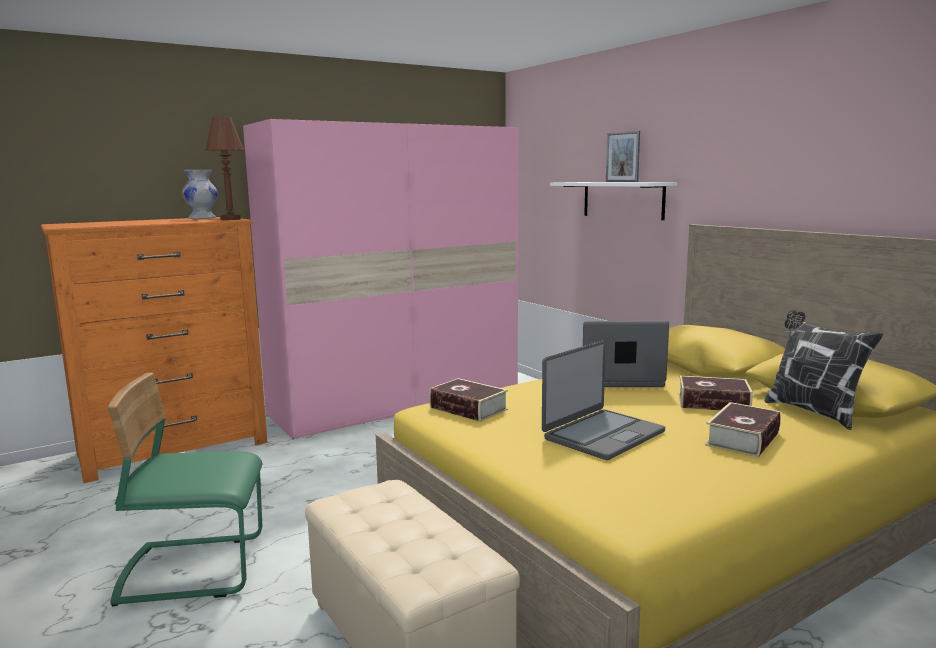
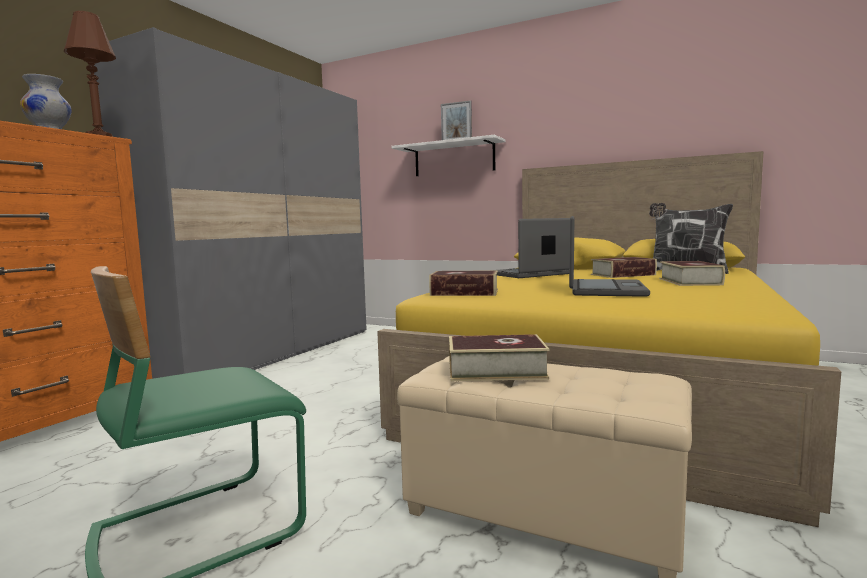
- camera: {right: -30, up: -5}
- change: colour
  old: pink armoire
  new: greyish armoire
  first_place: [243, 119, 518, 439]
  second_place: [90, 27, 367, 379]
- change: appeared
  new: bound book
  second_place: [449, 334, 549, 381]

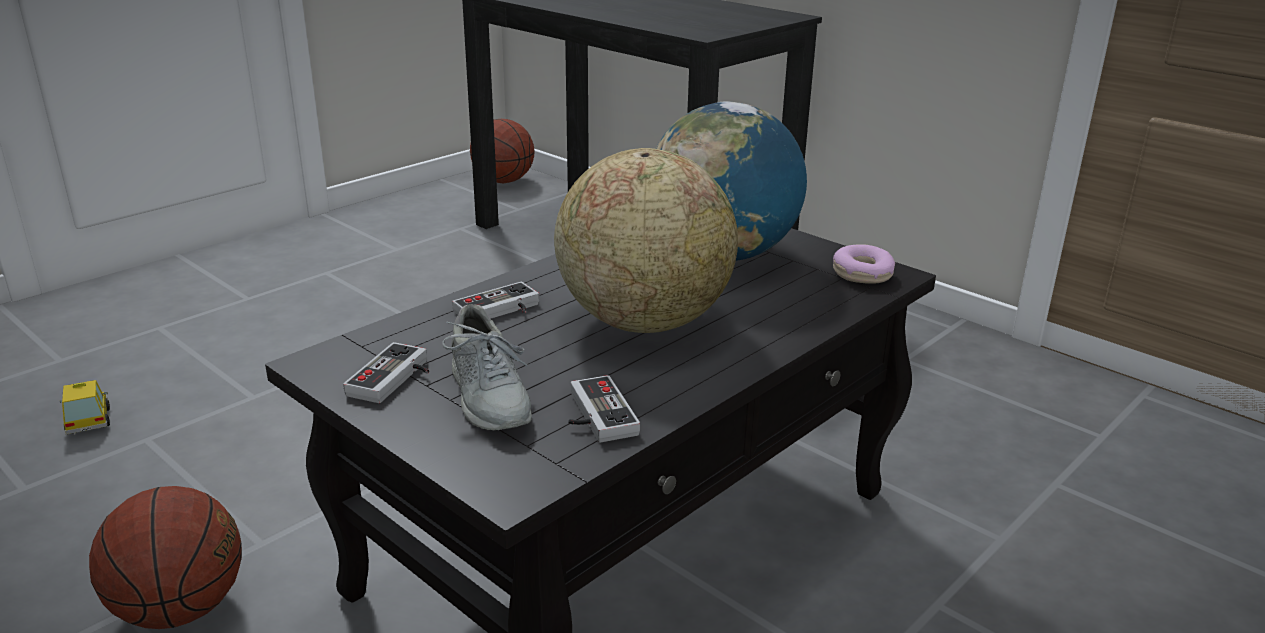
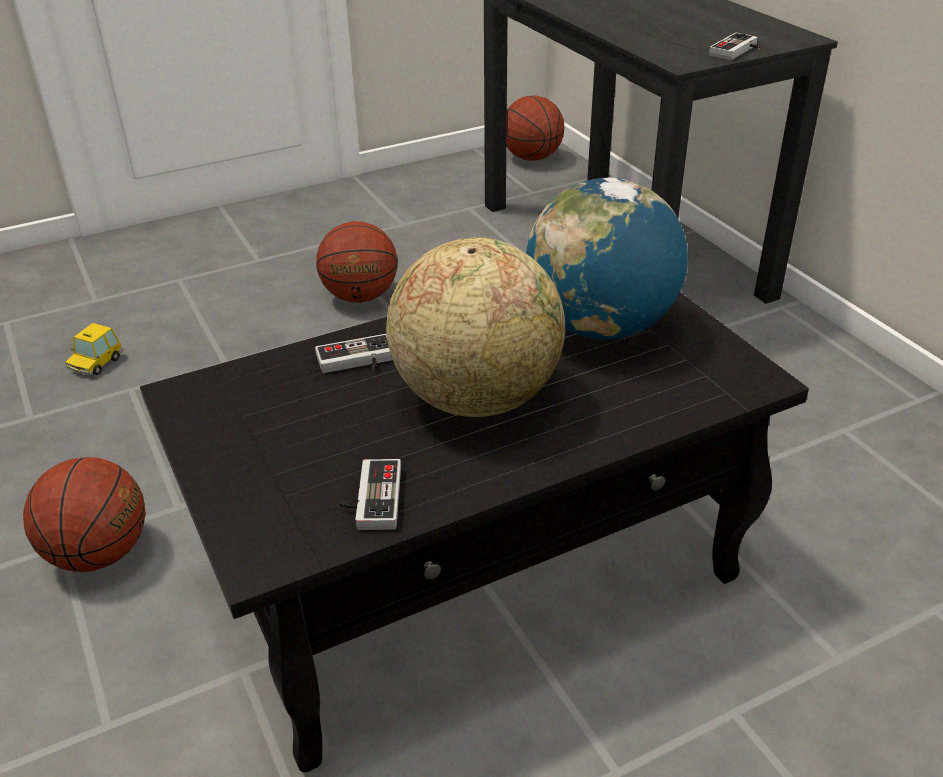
- camera: {right: 20, up: 10}
- change: spun
  old: miniature car
  first_place: [60, 380, 110, 435]
  second_place: [65, 323, 123, 375]
  degrees: -150
- change: appeared
  new: basketball
  second_place: [316, 221, 398, 303]
- change: relocated
  old: joypad
  first_place: [343, 342, 429, 403]
  second_place: [709, 33, 760, 60]
- change: missing
  old: greyish item of footwear
  first_place: [442, 304, 532, 430]
- change: missing
  old: doughnut
  first_place: [833, 245, 895, 284]

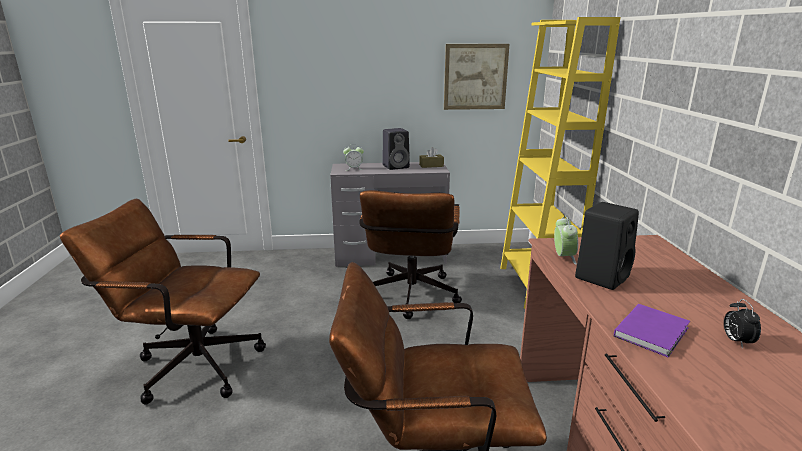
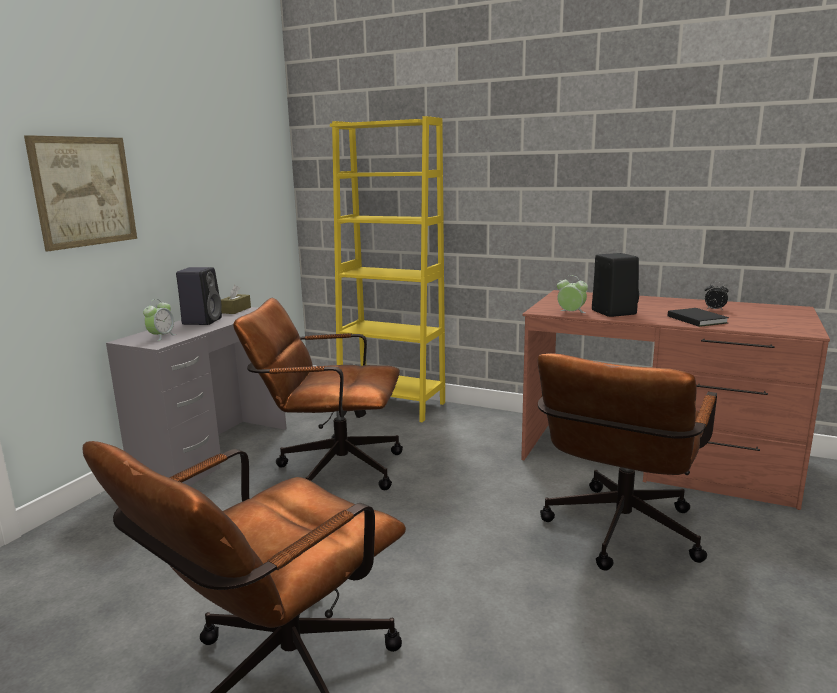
- camera: {right: -60, up: -5}
- change: relocated
  old: picture
  first_place: [444, 44, 509, 110]
  second_place: [24, 135, 137, 251]
- change: spun
  old: brown office chair
  first_place: [359, 190, 462, 319]
  second_place: [233, 298, 403, 490]
  degrees: 150
- change: colour
  old: purple bound book
  new: black-coloured bound book
  first_place: [614, 304, 690, 358]
  second_place: [668, 308, 729, 327]

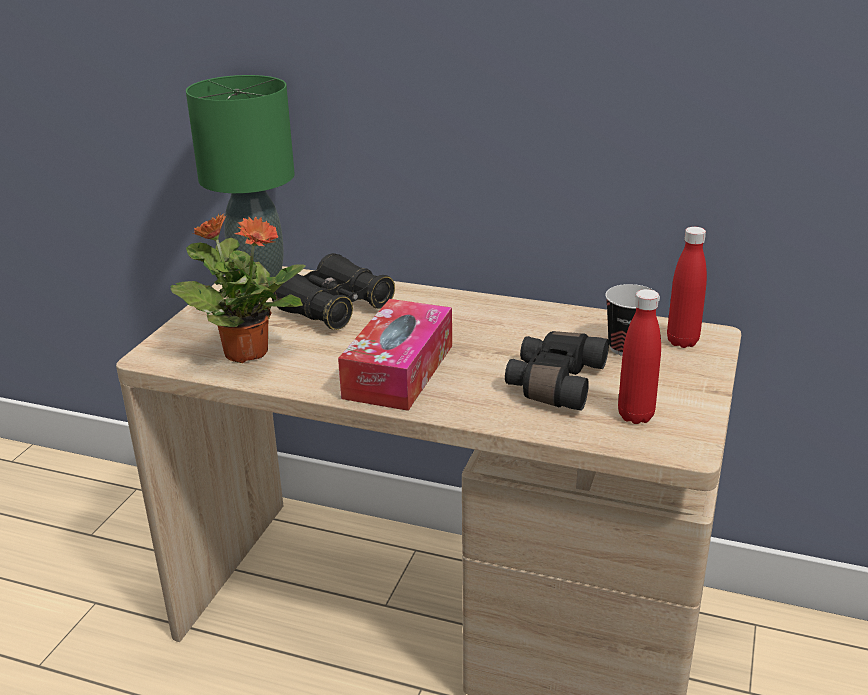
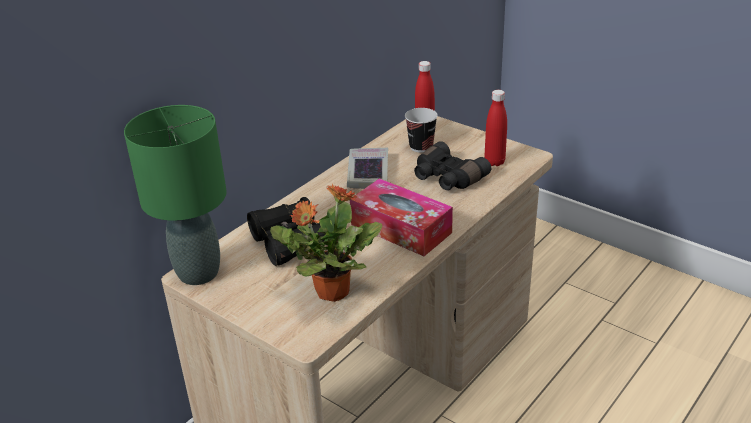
- camera: {right: -70, up: 5}
- change: appeared
  new: bound book
  second_place: [347, 148, 388, 189]

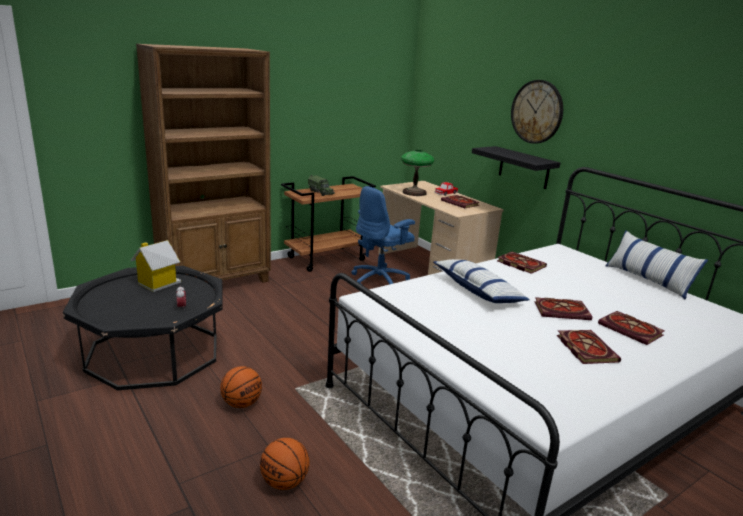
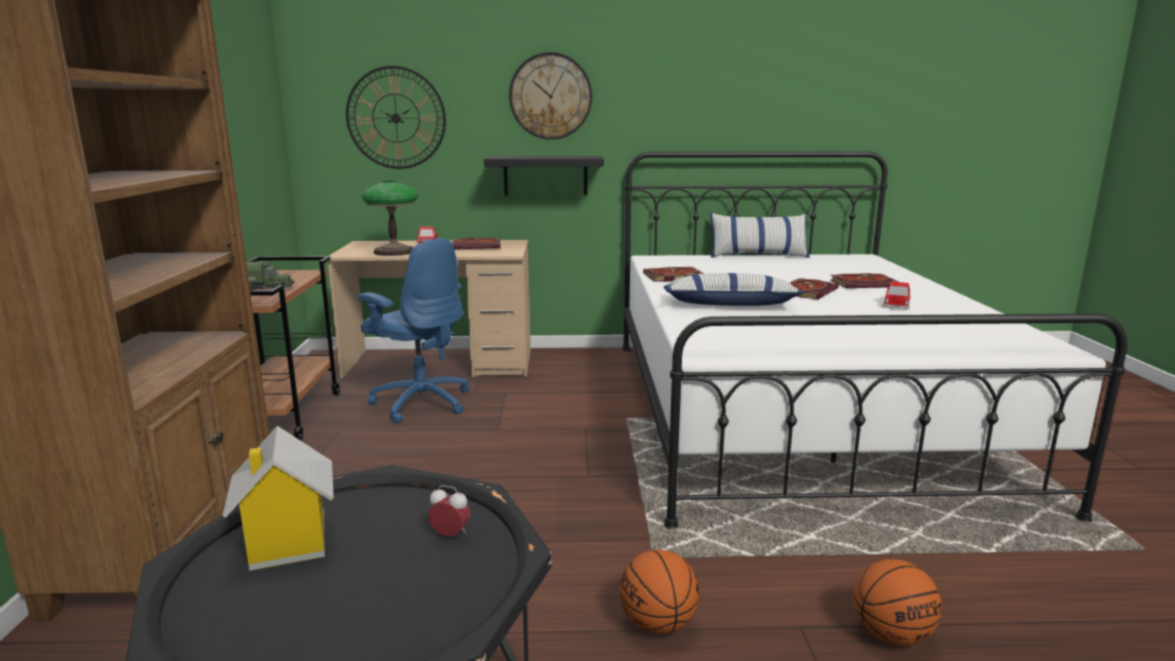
- camera: {right: -55, up: -5}
- change: appeared
  new: clock on the wall
  second_place: [346, 66, 446, 169]
- change: spun
  old: blue-coloured office chair
  first_place: [351, 186, 415, 285]
  second_place: [358, 238, 469, 424]
  degrees: -45
- change: exchanged
  old: bound book
  new: miniature car
  first_place: [557, 330, 621, 364]
  second_place: [883, 282, 911, 309]

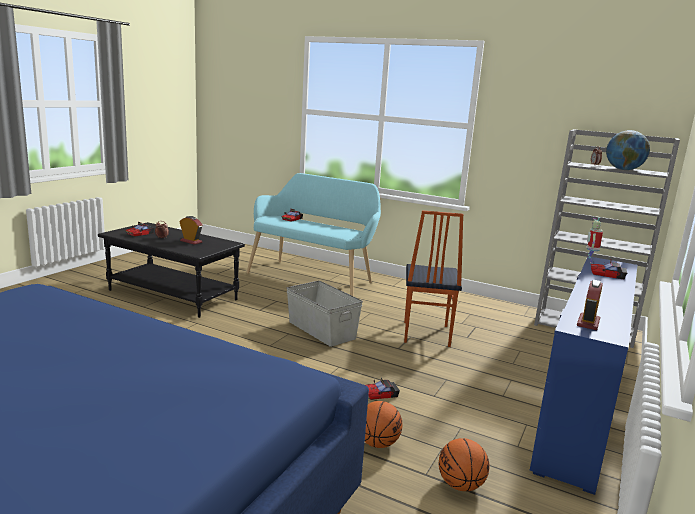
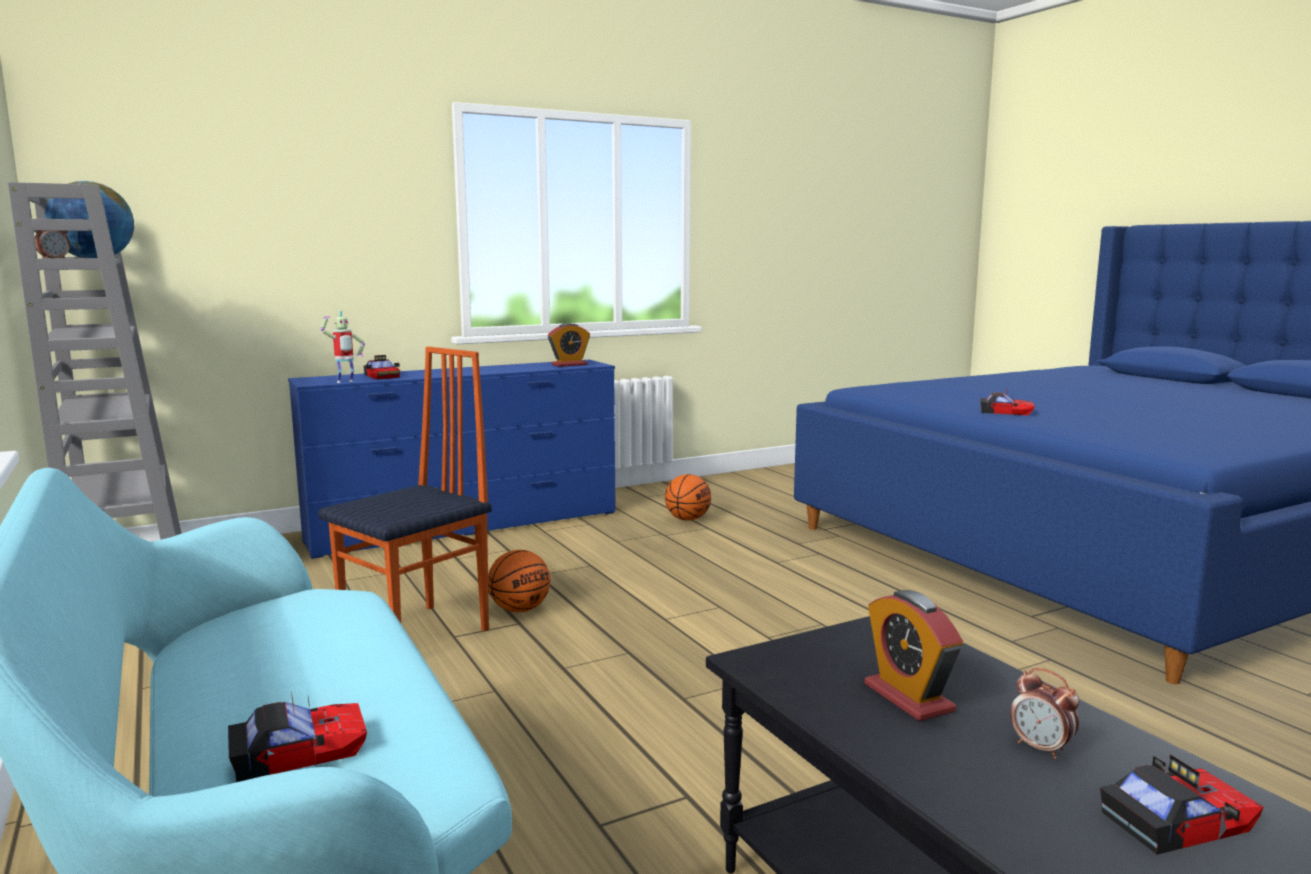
- camera: {right: -145, up: -5}
- change: relocated
  old: basketball
  first_place: [365, 401, 403, 448]
  second_place: [488, 550, 550, 613]
- change: relocated
  old: miniature car
  first_place: [366, 378, 400, 400]
  second_place: [980, 390, 1035, 415]
- change: missing
  old: greyish storage container
  first_place: [287, 281, 363, 347]

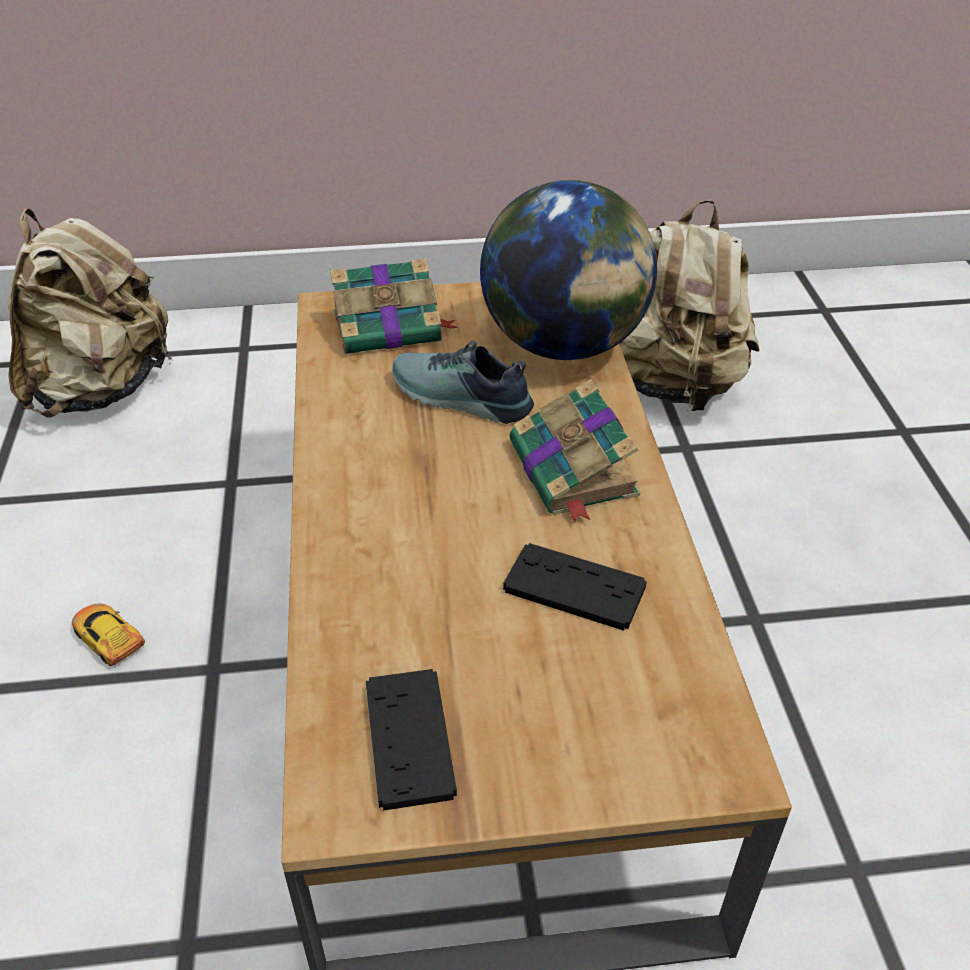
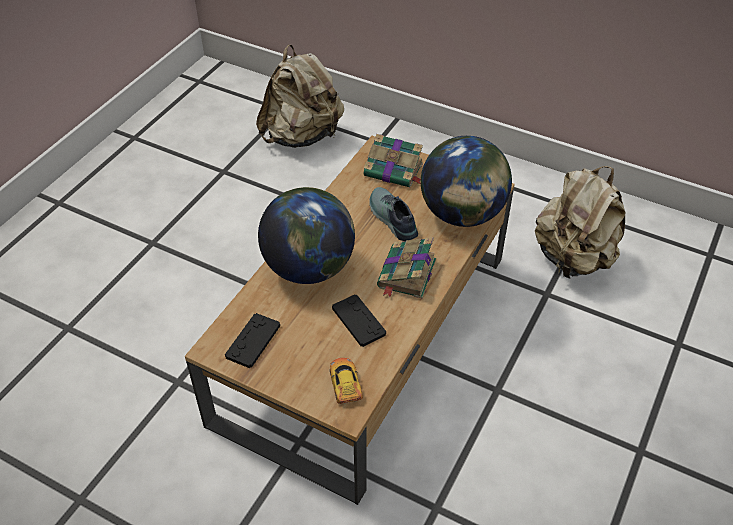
- camera: {right: 35, up: 5}
- change: appeared
  new: world globe
  second_place: [258, 187, 355, 284]
- change: relocated
  old: miniature car
  first_place: [72, 604, 145, 666]
  second_place: [330, 358, 363, 404]

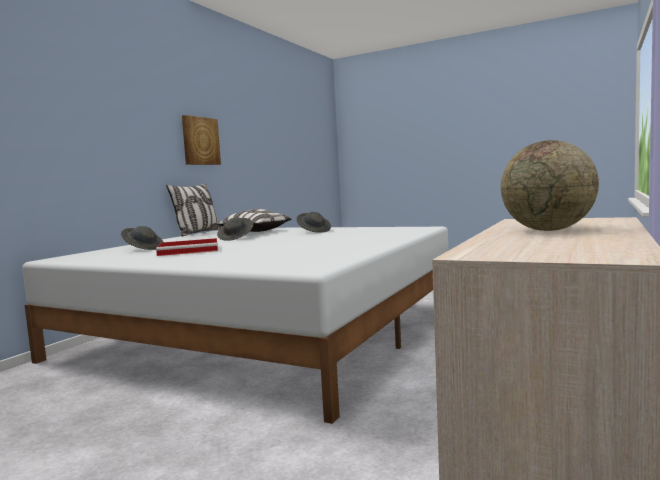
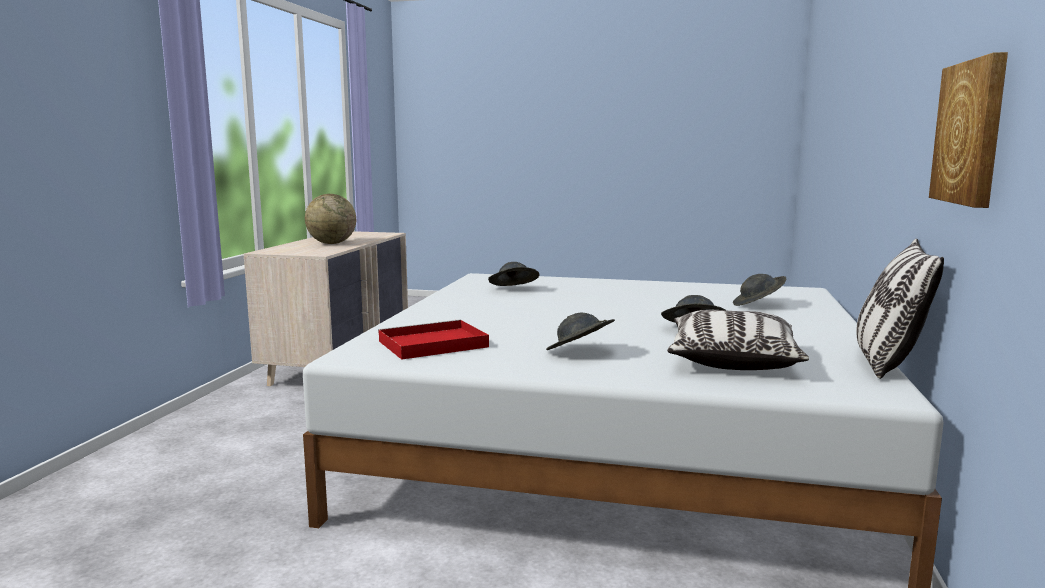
- camera: {right: 165, up: 5}
- change: relocated
  old: reddish carrying tray
  first_place: [156, 238, 218, 256]
  second_place: [378, 319, 489, 360]
- change: appeared
  new: greyish clothing hat
  second_place: [488, 262, 539, 286]

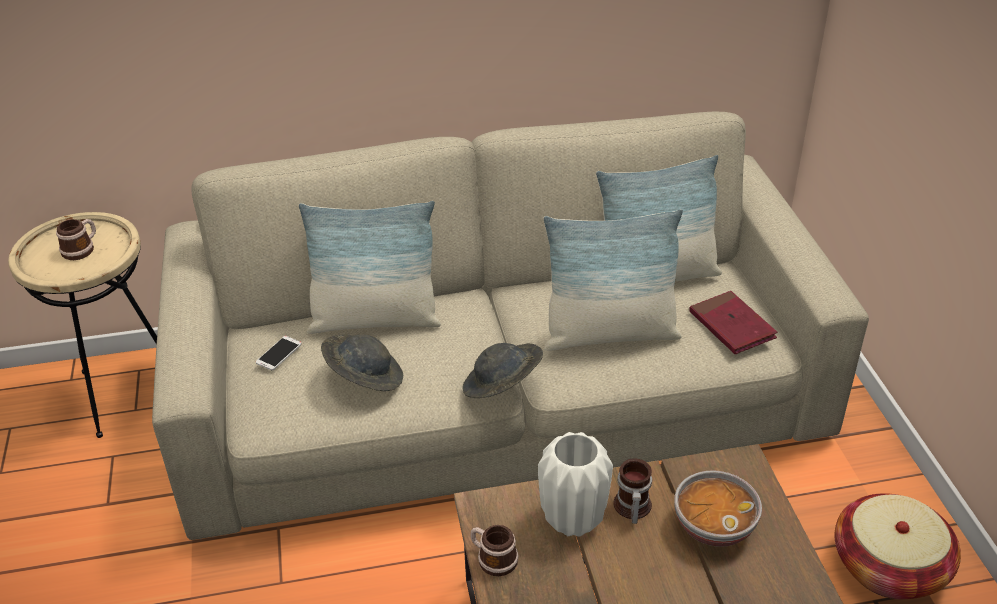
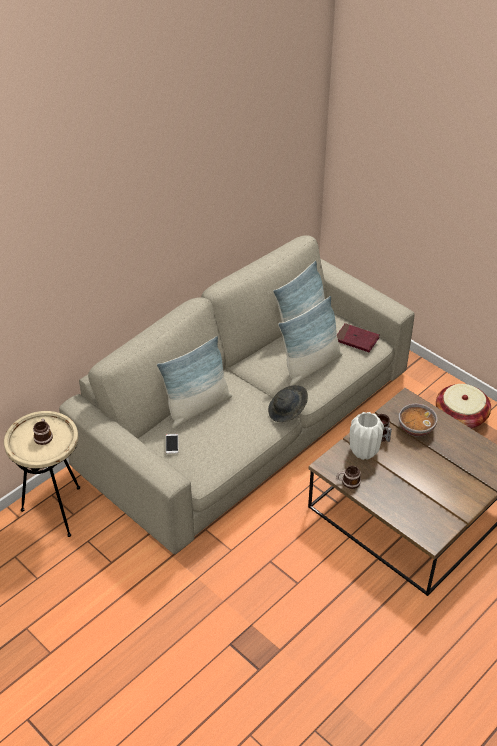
- camera: {right: -35, up: 5}
- change: missing
  old: greyish clothing hat
  first_place: [321, 334, 403, 391]

